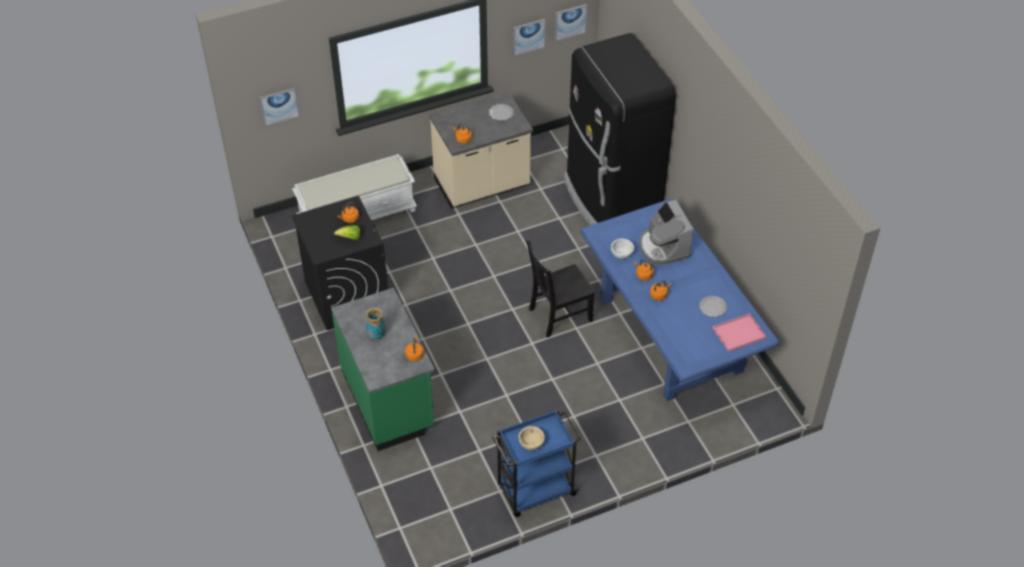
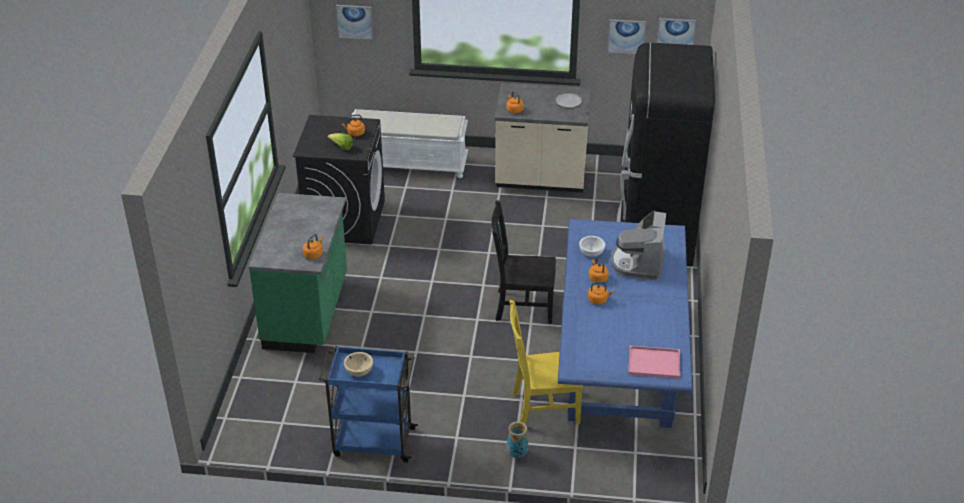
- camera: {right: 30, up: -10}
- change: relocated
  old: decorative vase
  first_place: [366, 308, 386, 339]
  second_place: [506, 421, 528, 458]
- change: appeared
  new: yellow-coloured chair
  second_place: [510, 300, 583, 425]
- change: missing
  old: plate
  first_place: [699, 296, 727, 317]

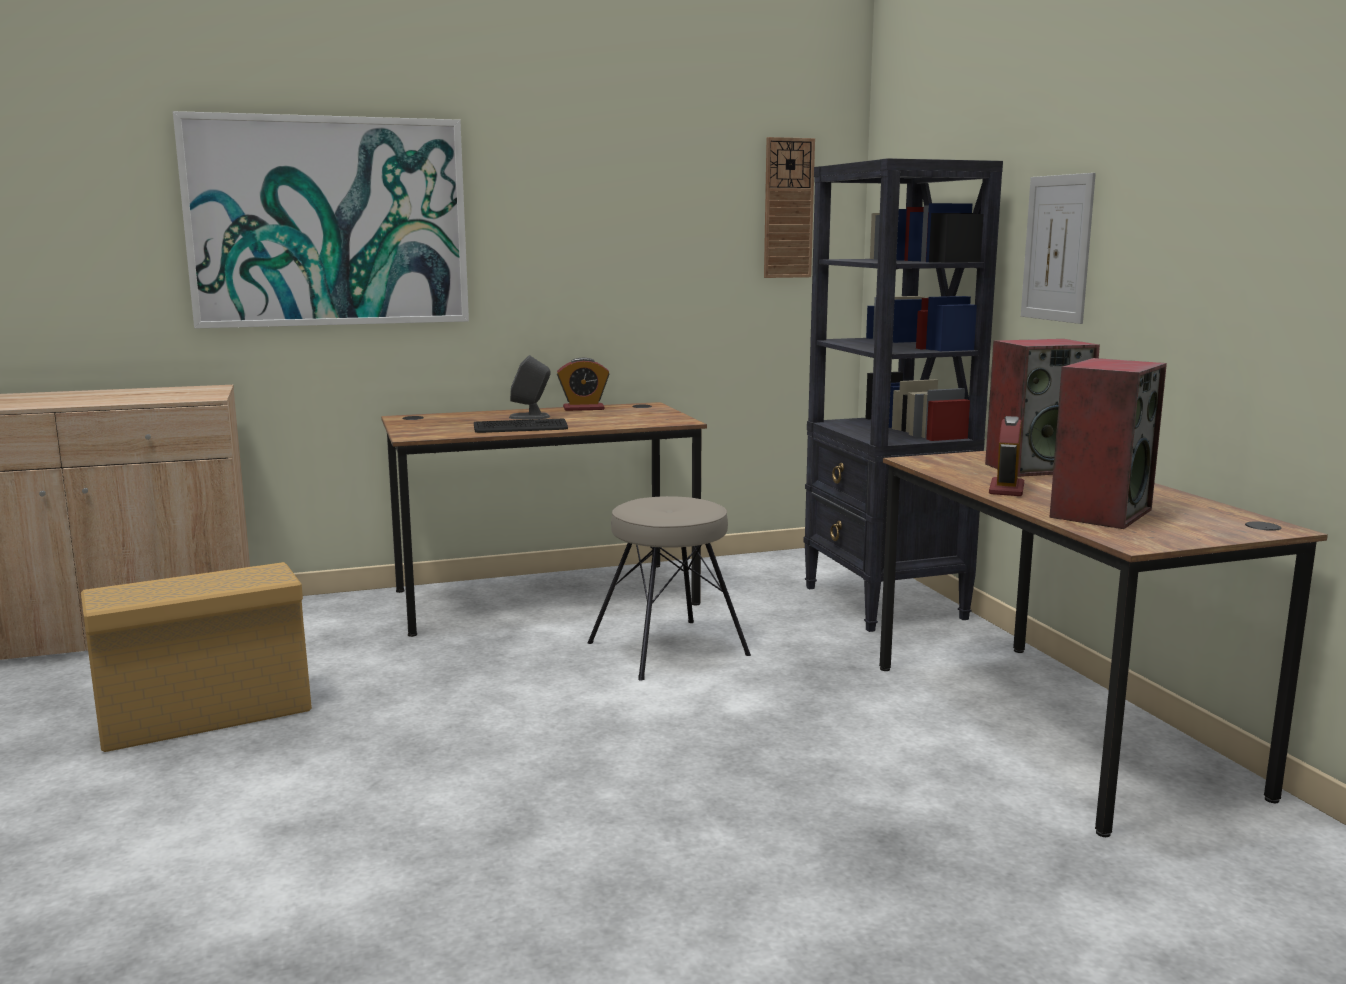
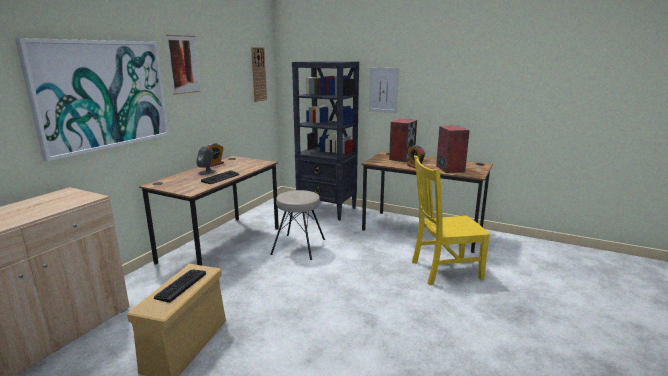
- camera: {right: -45, up: 5}
- change: appeared
  new: PC keyboard
  second_place: [154, 269, 206, 303]
- change: appeared
  new: picture
  second_place: [166, 35, 201, 95]
- change: appeared
  new: yellow-coloured chair
  second_place: [412, 156, 490, 285]

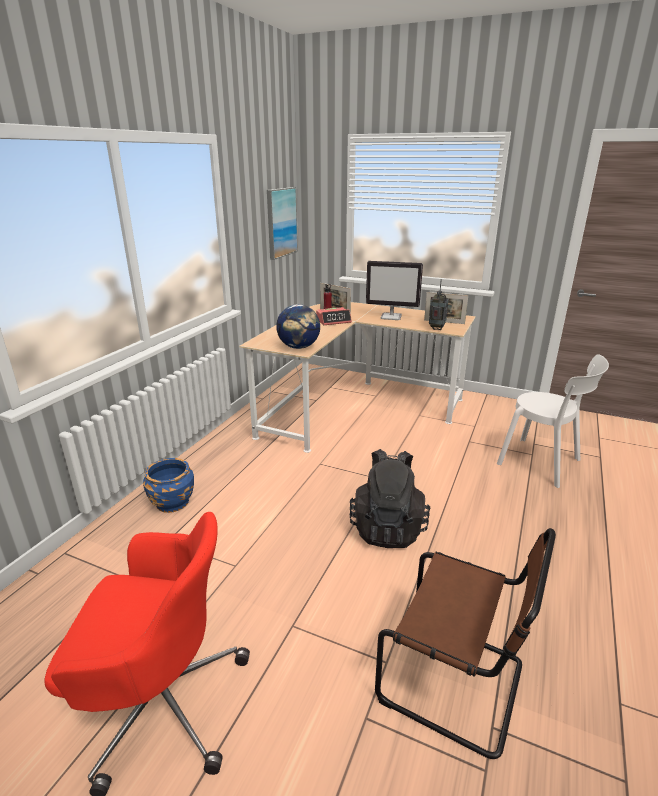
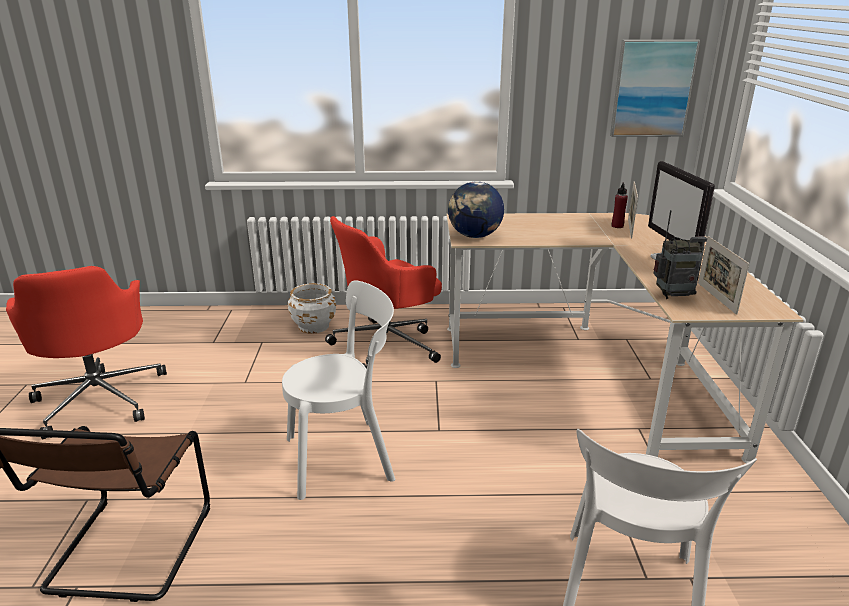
- camera: {right: 65, up: 0}
- change: exchanged
  old: black-coloured rucksack
  new: white-coloured chair
  first_place: [349, 449, 430, 548]
  second_place: [282, 281, 395, 500]
- change: colour
  old: blue-coloured plant pot
  new: white-coloured plant pot
  first_place: [143, 458, 194, 513]
  second_place: [288, 283, 336, 334]
- change: appeared
  new: reddish office chair
  second_place: [325, 216, 442, 369]
- change: missing
  old: table clock
  first_place: [316, 307, 352, 325]

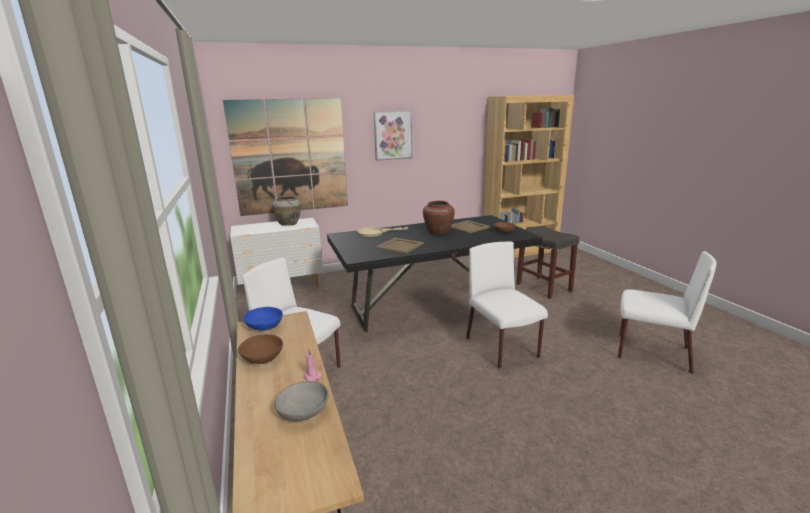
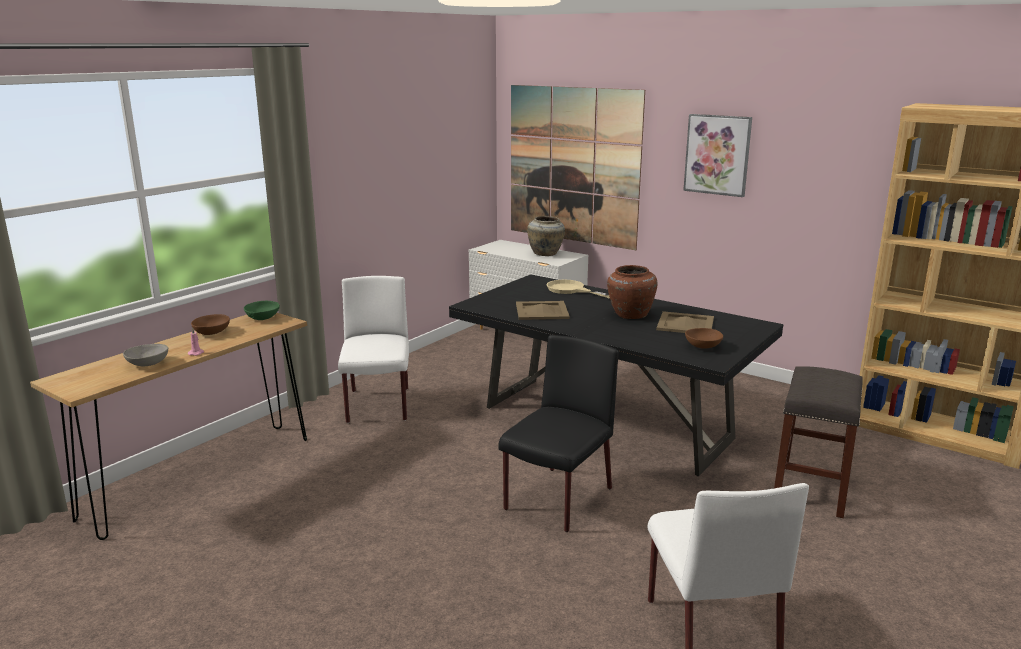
- camera: {right: 55, up: 0}
- change: colour
  old: blue-coloured deep dish
  new: green deep dish
  first_place: [243, 307, 283, 331]
  second_place: [244, 301, 280, 320]
- change: colour
  old: white-coloured chair
  new: black-coloured chair
  first_place: [466, 241, 548, 369]
  second_place: [498, 335, 619, 532]

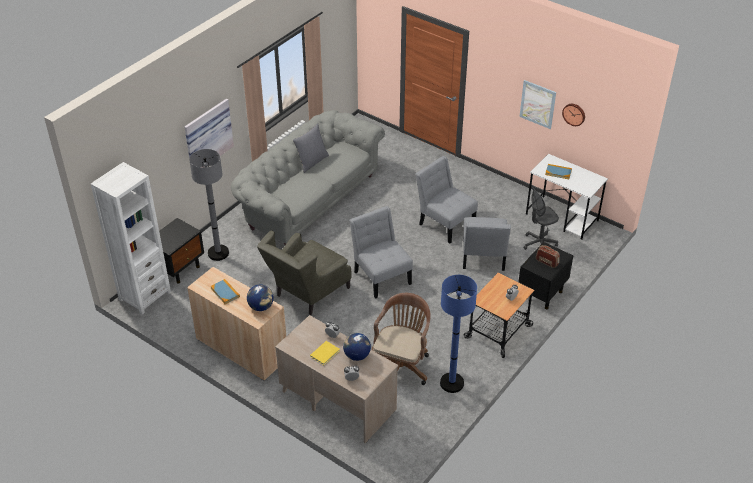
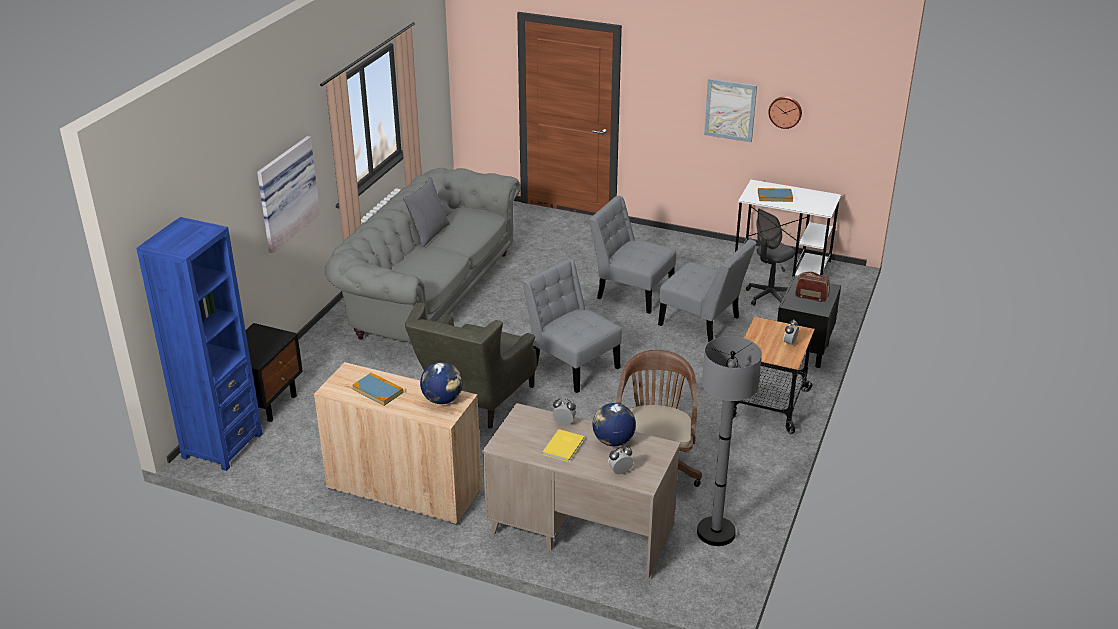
- camera: {right: -15, up: -10}
- change: colour
  old: white-coloured shelving unit
  new: blue-coloured shelving unit
  first_place: [91, 162, 171, 314]
  second_place: [136, 217, 263, 471]
- change: spun
  old: greyish chair
  first_place: [463, 217, 511, 271]
  second_place: [658, 239, 757, 342]
  degrees: -45
- change: relocated
  old: greyish floor lamp
  first_place: [189, 149, 229, 261]
  second_place: [697, 336, 762, 546]
- change: missing
  old: blue-coloured floor lamp
  first_place: [440, 275, 477, 393]

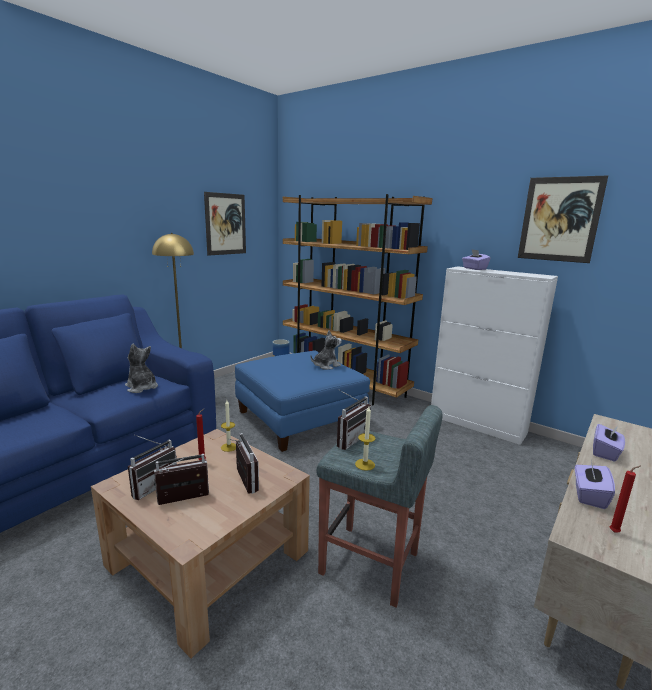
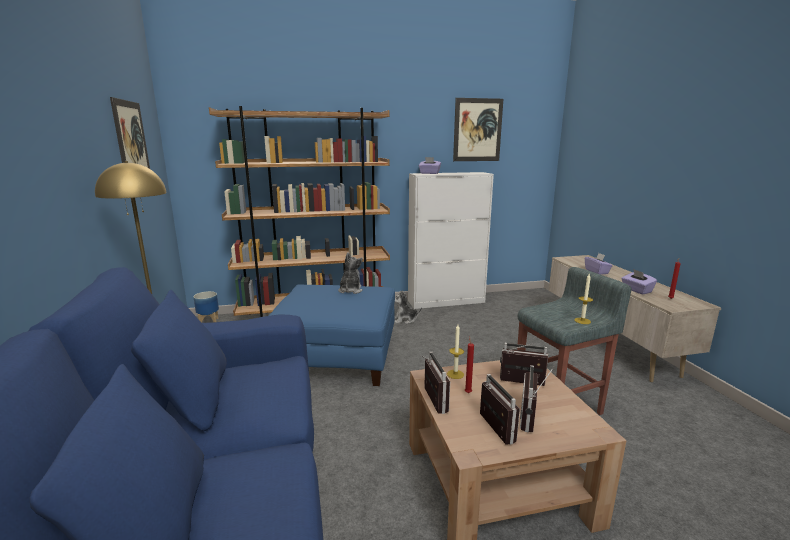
- camera: {right: -50, up: 0}
- change: relocated
  old: plush toy
  first_place: [125, 344, 158, 393]
  second_place: [394, 290, 422, 324]
- change: relocated
  old: radio set
  first_place: [337, 391, 371, 450]
  second_place: [421, 352, 450, 414]

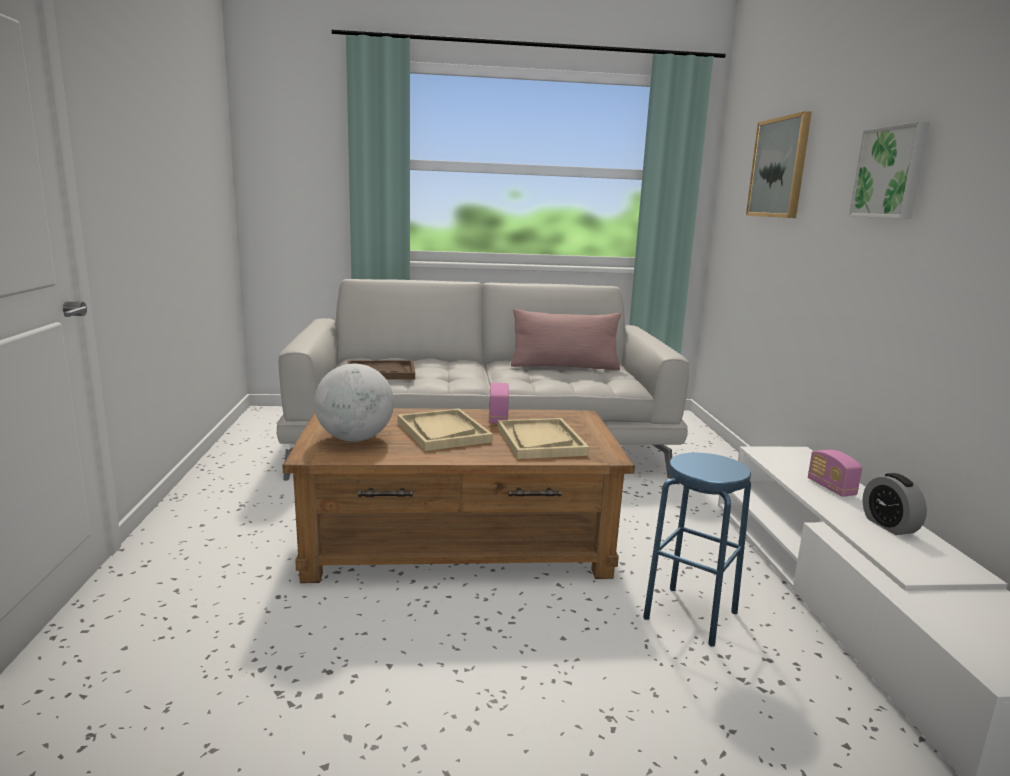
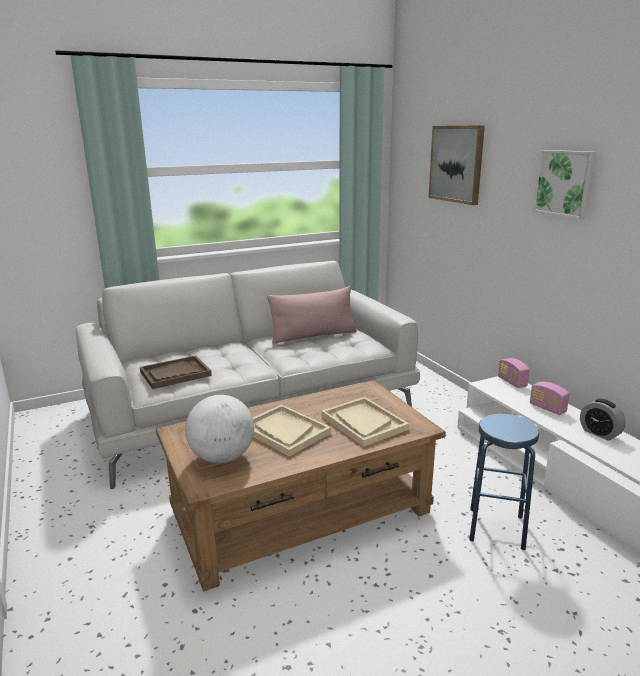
- camera: {right: -20, up: 5}
- change: relocated
  old: radio set
  first_place: [489, 383, 509, 424]
  second_place: [498, 358, 530, 388]

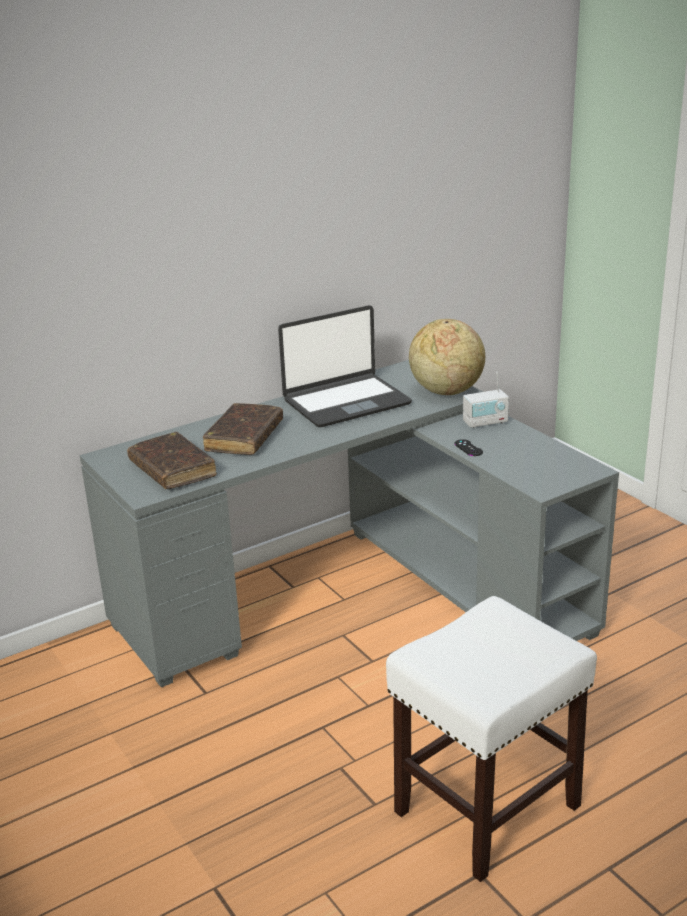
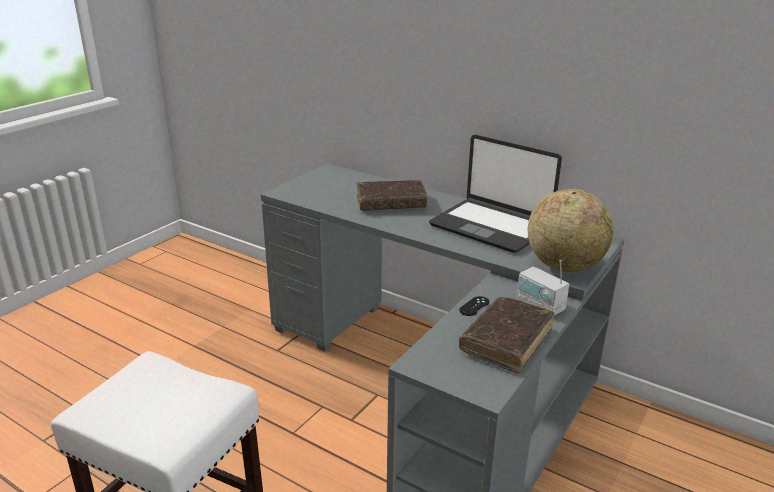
- camera: {right: 65, up: 0}
- change: relocated
  old: brown bound book
  first_place: [127, 432, 217, 489]
  second_place: [459, 297, 555, 373]

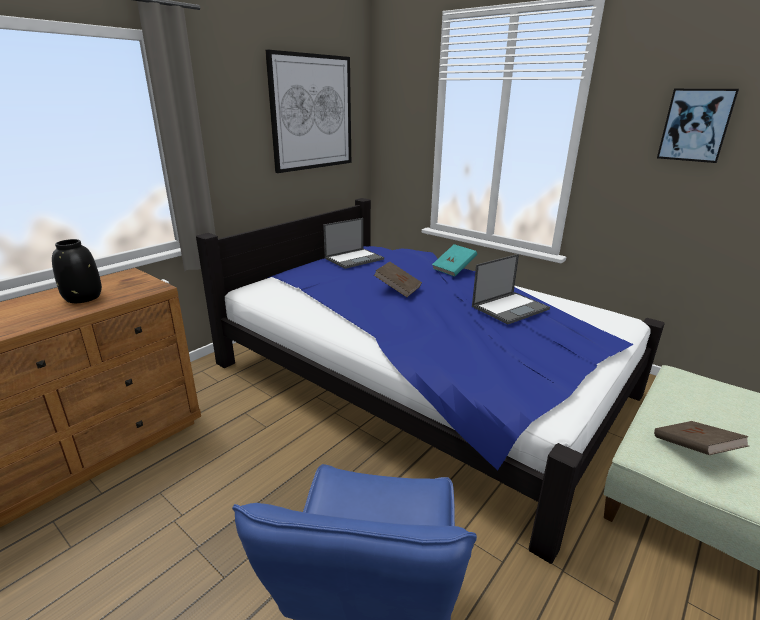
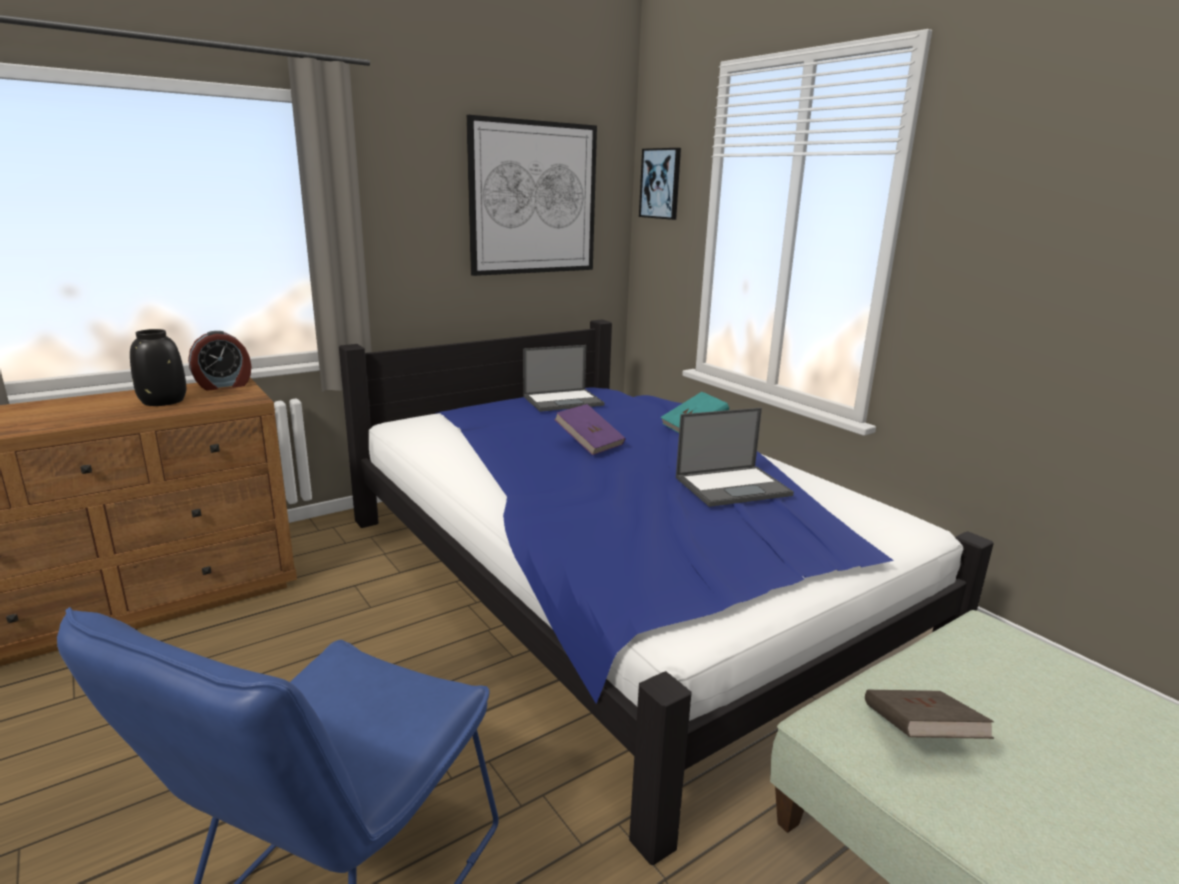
- camera: {right: 15, up: -5}
- change: appeared
  new: table clock
  second_place: [188, 331, 252, 390]
- change: colour
  old: brown bound book
  new: purple bound book
  first_place: [374, 262, 422, 297]
  second_place: [554, 404, 626, 455]
- change: relocated
  old: picture
  first_place: [657, 89, 739, 163]
  second_place: [639, 148, 681, 220]

